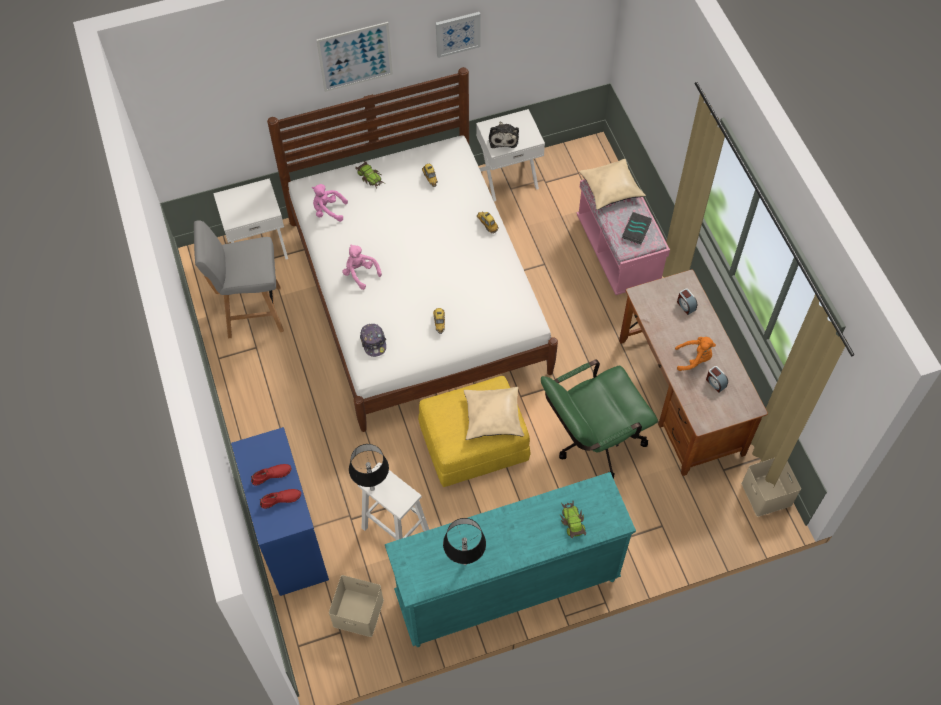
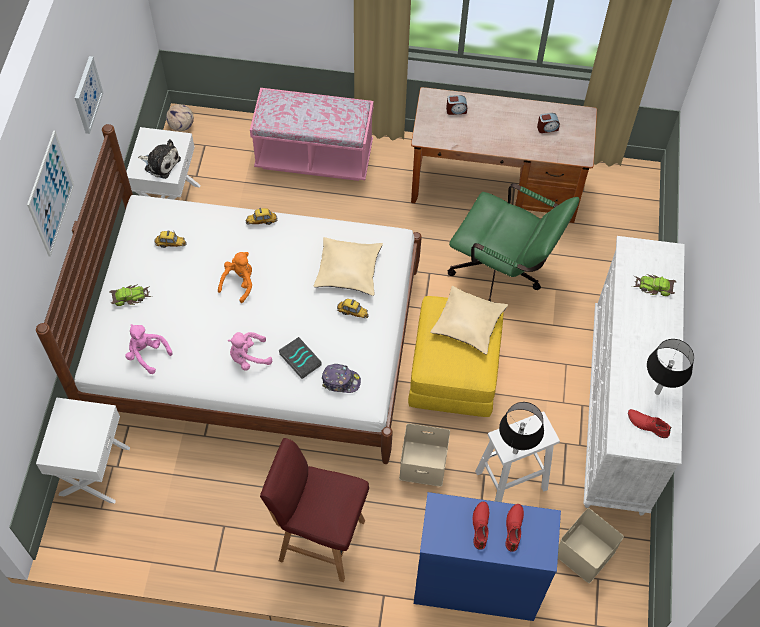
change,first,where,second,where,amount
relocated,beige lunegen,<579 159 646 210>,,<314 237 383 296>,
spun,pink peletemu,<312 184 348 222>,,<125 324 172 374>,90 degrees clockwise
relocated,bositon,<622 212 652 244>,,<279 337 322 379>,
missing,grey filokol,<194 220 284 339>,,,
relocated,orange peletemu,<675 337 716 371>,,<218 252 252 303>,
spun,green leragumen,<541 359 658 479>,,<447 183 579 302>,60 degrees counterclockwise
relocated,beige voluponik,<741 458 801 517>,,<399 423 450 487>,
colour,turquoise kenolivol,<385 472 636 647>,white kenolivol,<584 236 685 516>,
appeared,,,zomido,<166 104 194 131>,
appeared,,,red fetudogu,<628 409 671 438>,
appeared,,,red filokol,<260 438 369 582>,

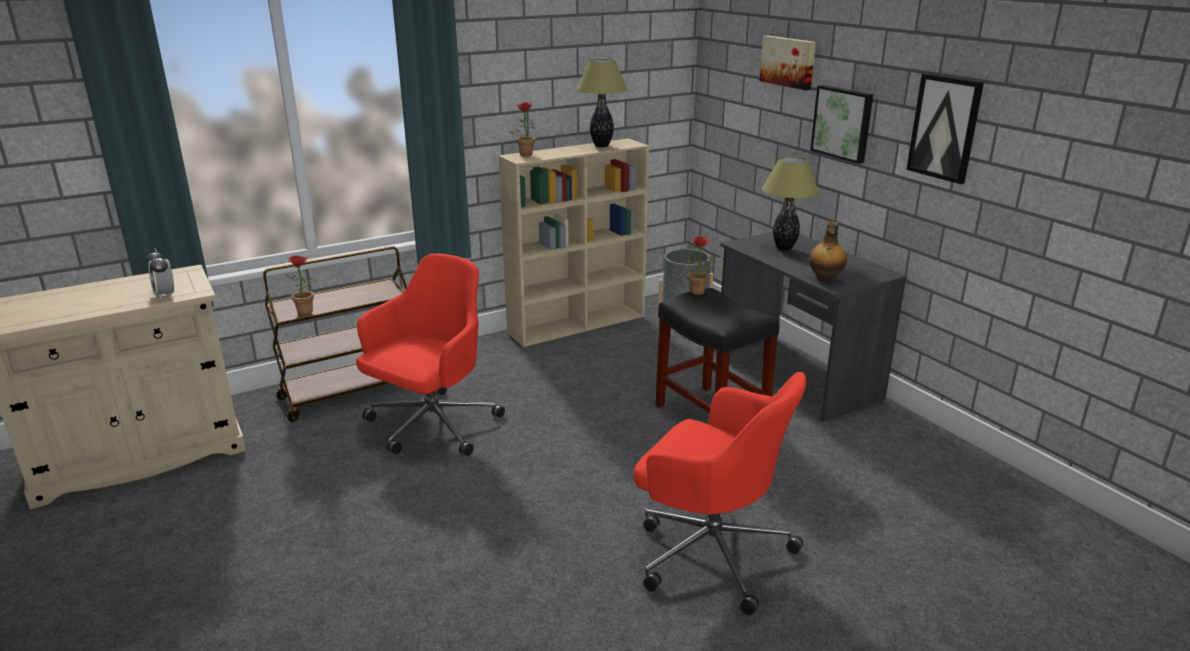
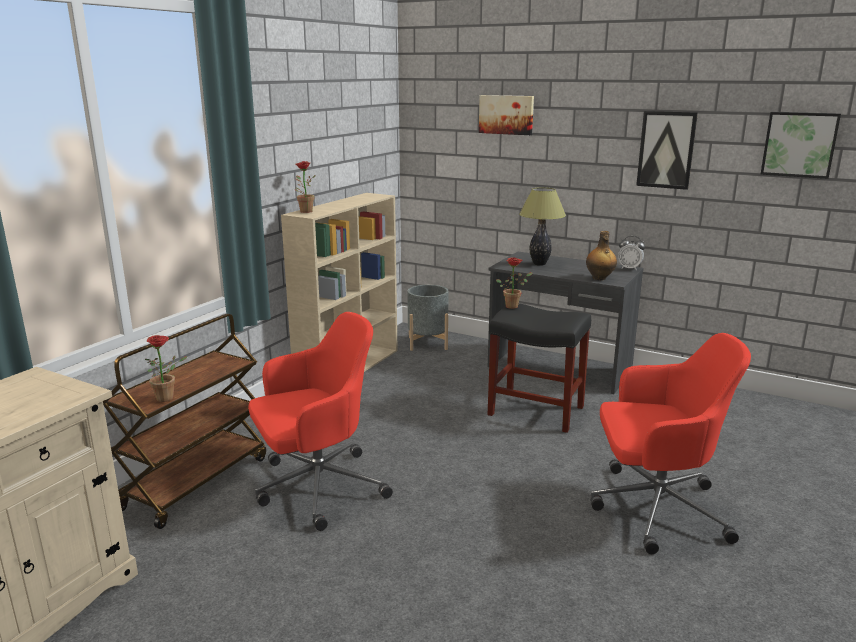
change,first,where,second,where,amount
missing,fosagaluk,<576 59 628 147>,,,
relocated,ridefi,<810 85 873 164>,,<761 112 841 179>,
relocated,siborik,<146 248 174 300>,,<618 236 645 270>,
spun,red leragumen,<356 254 505 456>,,<248 312 393 531>,60 degrees clockwise

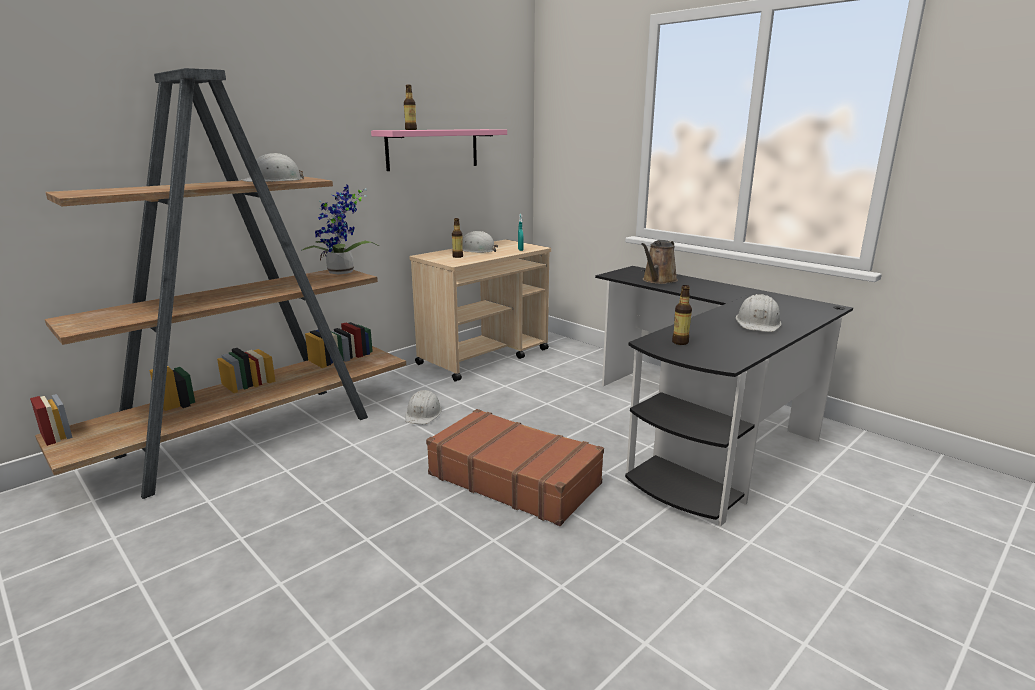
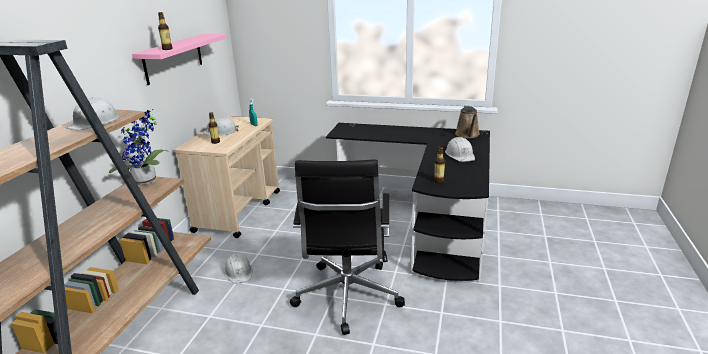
change,first,where,second,where,amount
relocated,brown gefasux,<641 240 678 284>,,<455 105 480 138>,
exchanged,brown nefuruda,<426 409 604 526>,black leragumen,<290 160 405 335>,

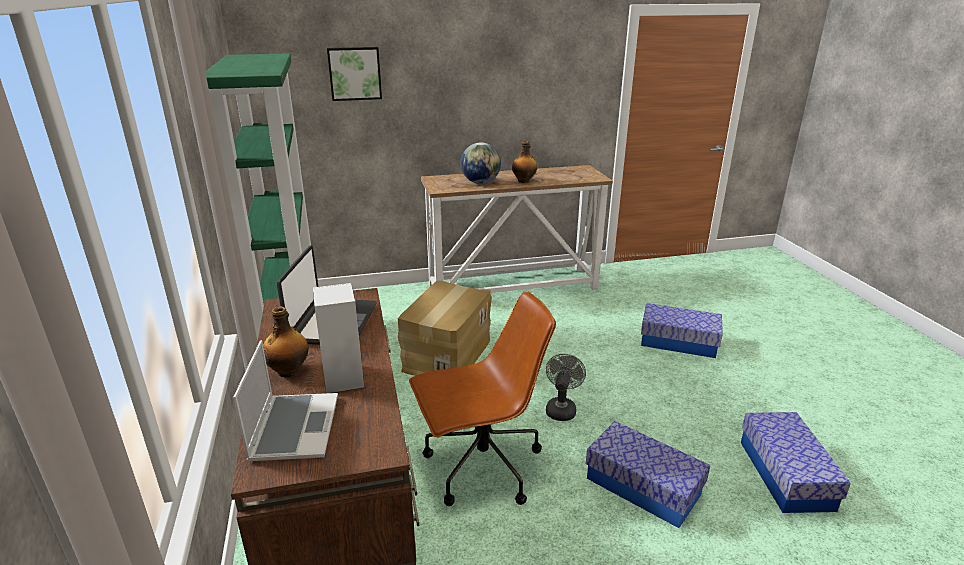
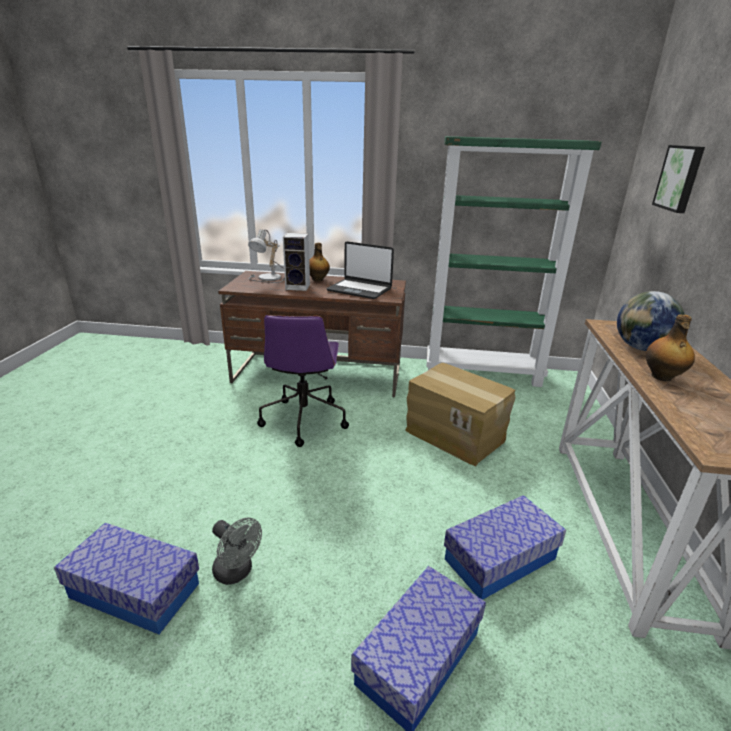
change,first,where,second,where,amount
colour,brown leragumen,<409 291 556 506>,purple leragumen,<257 315 349 447>,
exchanged,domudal,<233 340 338 461>,fosagaluk,<248 229 285 283>,
relocated,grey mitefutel,<546 354 586 421>,,<212 518 262 585>,
relocated,voluponik,<586 421 710 528>,,<444 495 566 600>,

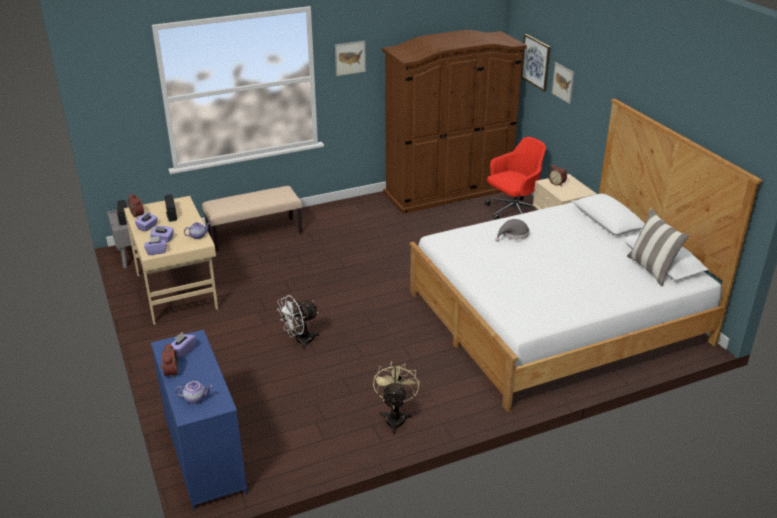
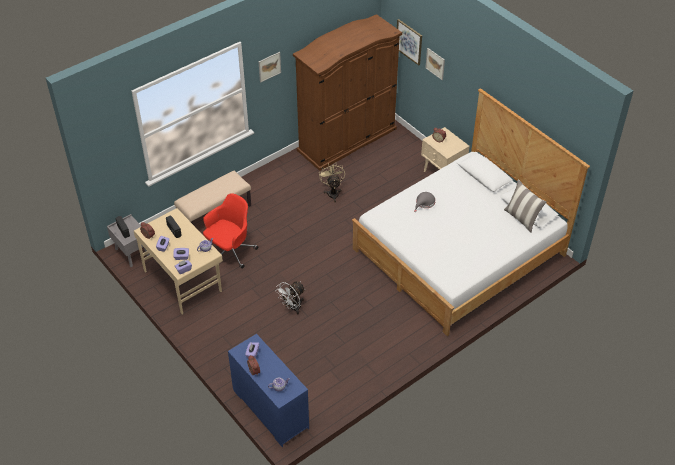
change,first,where,second,where,amount
relocated,red leragumen,<485 137 546 220>,,<203 193 258 269>,
relocated,beige mitefutel,<373 361 419 434>,,<319 163 345 202>,

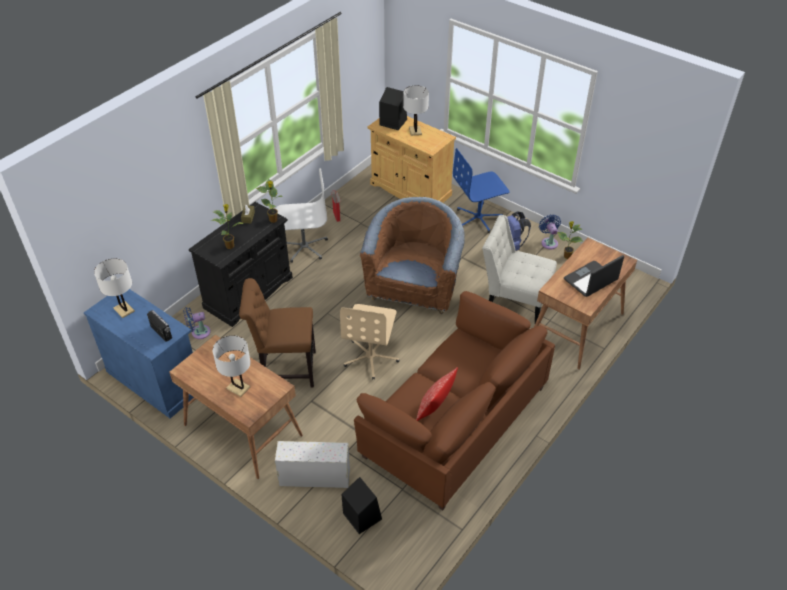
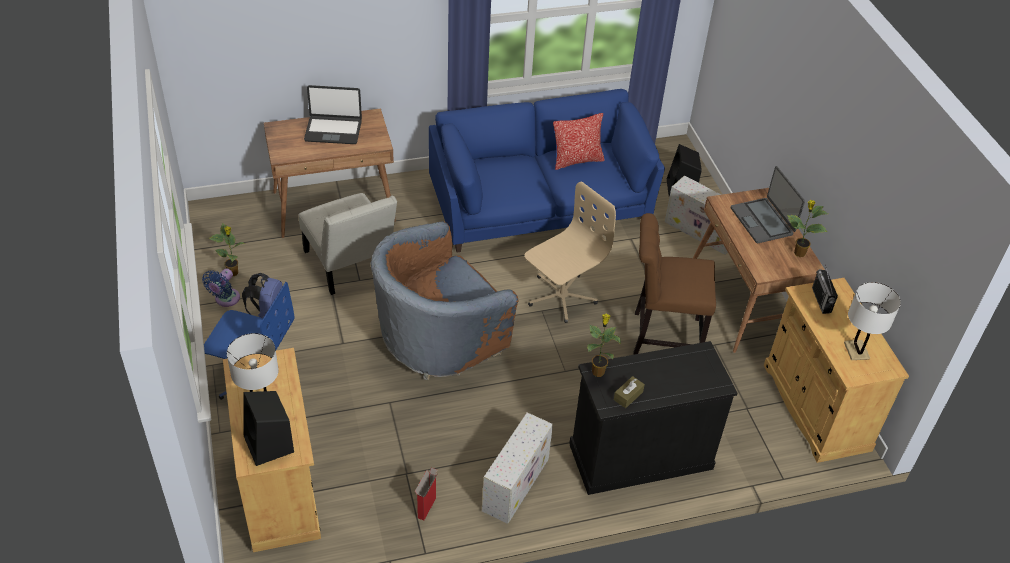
change,first,where,second,where,amount
exchanged,white leragumen,<276 168 328 263>,white voluponik,<482 412 553 524>,
relocated,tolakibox,<211 204 243 249>,,<787 200 828 257>,
spun,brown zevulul,<239 278 316 388>,,<633 213 716 355>,150 degrees clockwise
colour,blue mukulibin,<84 289 194 418>,beige mukulibin,<764 278 909 463>,
colour,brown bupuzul,<354 291 555 511>,blue bupuzul,<429 89 665 253>,
missing,blue mitefutel,<183 307 211 339>,,,
exchanged,white fosagaluk,<213 335 251 397>,domudal,<731 166 805 243>,

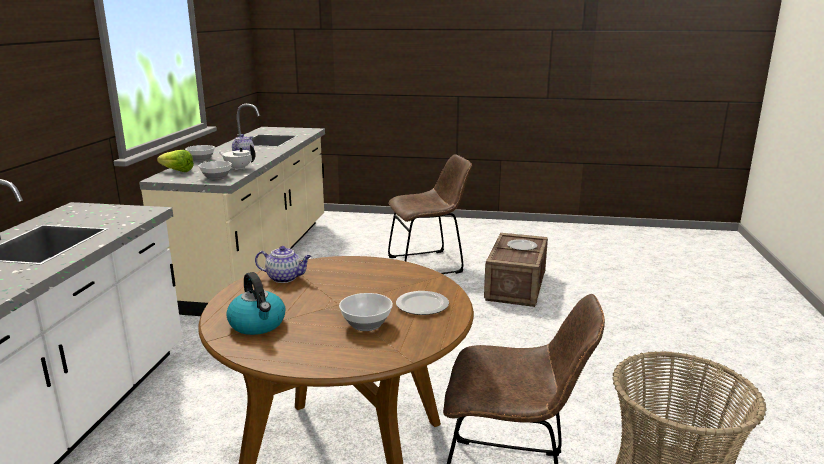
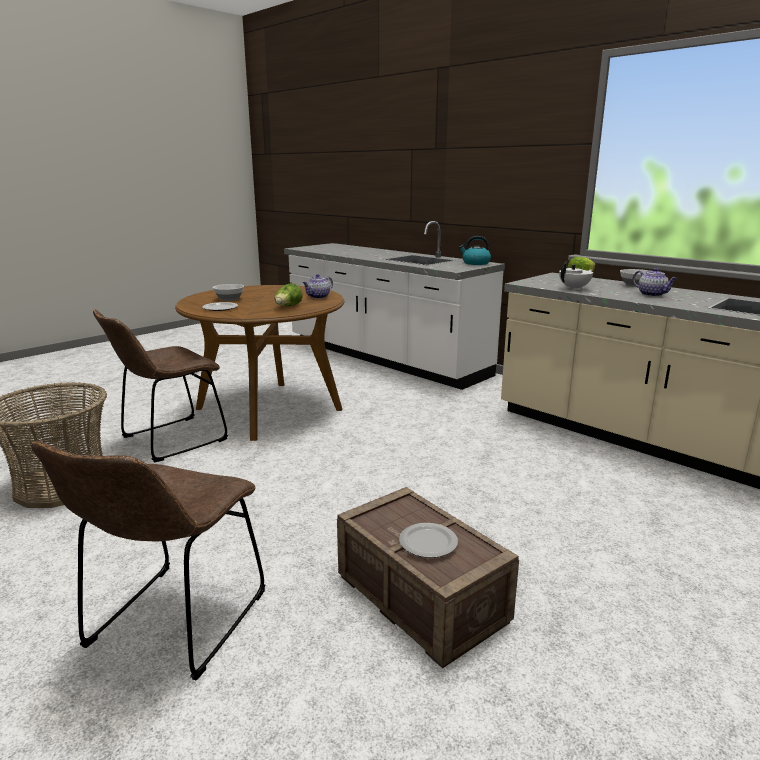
change,first,where,second,where,amount
relocated,brown zevulul,<388 154 472 274>,,<31 441 265 680>,
missing,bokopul,<199 161 232 180>,,,
relocated,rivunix,<226 272 285 335>,,<459 236 491 265>,
appeared,,,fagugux,<274 283 303 306>,

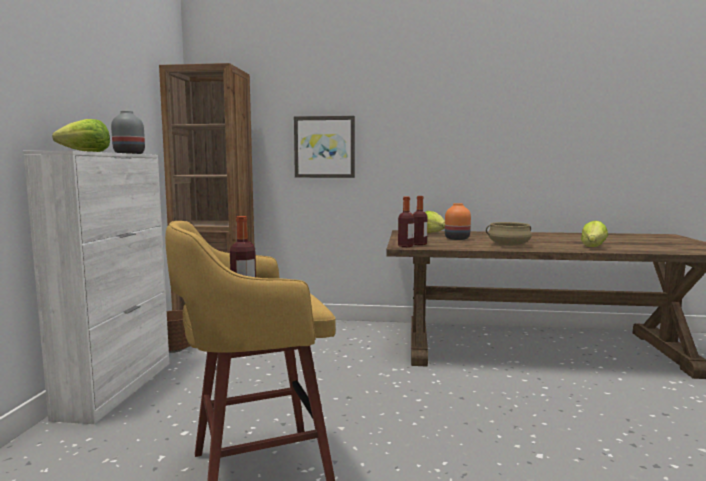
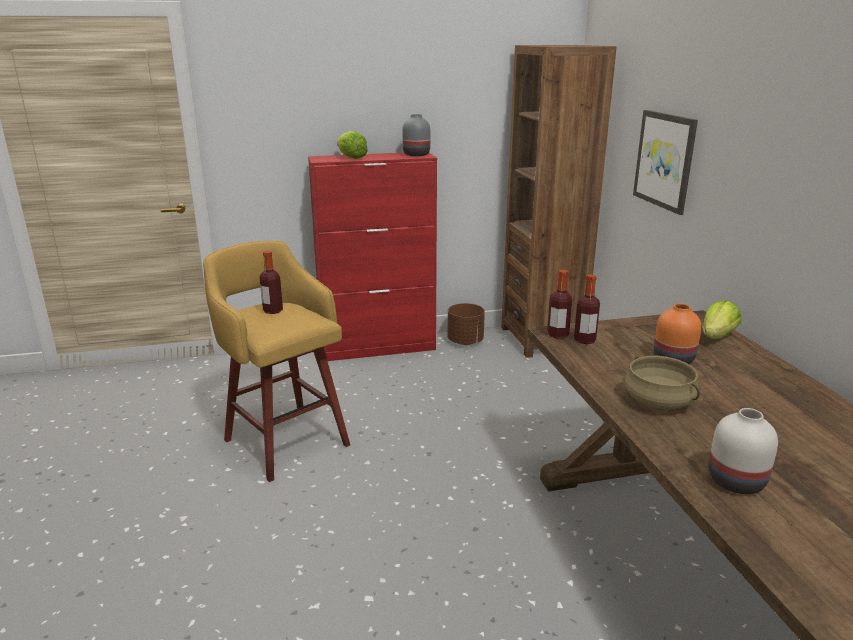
change,first,where,second,where,amount
colour,white mukulibin,<23 151 169 424>,red mukulibin,<308 153 437 361>,
exchanged,fagugux,<581 221 608 247>,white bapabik,<709 408 778 494>,

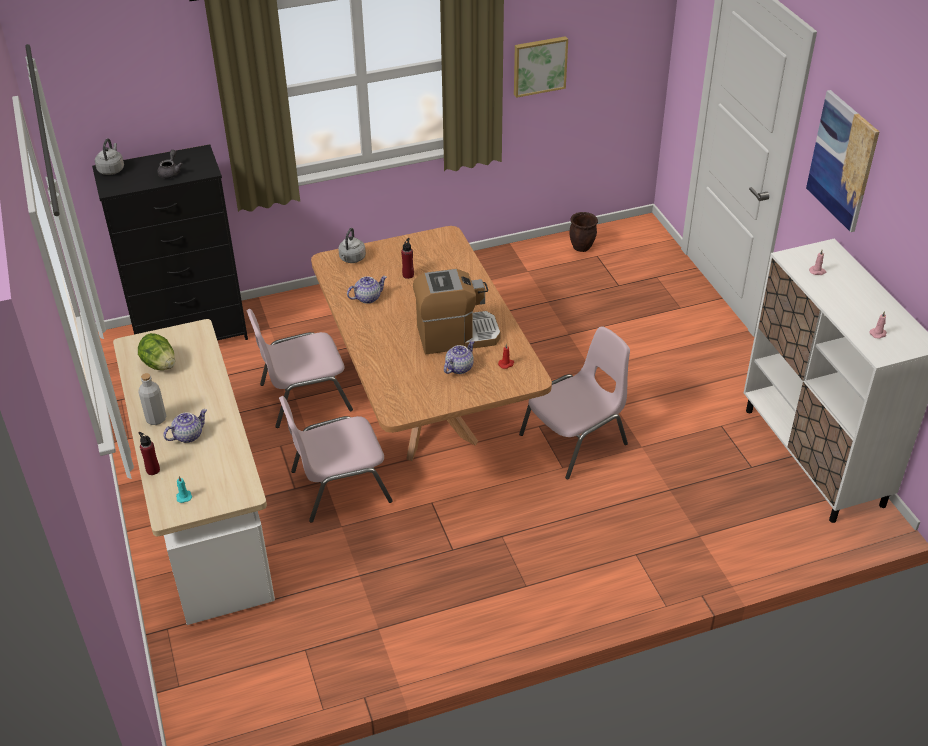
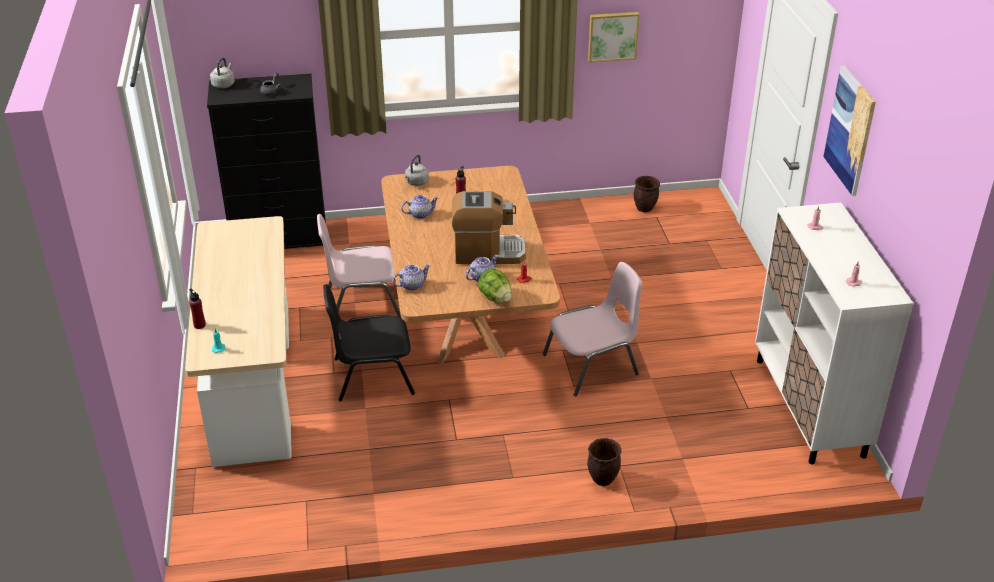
change,first,where,second,where,amount
relocated,fagugux,<138 333 175 370>,,<478 268 512 303>,
missing,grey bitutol,<138 373 166 425>,,,
colour,pink zevulul,<279 396 393 522>,black zevulul,<323 284 415 402>,
relocated,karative,<163 409 207 443>,,<392 264 431 291>,
appeared,,,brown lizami,<587 438 621 486>,

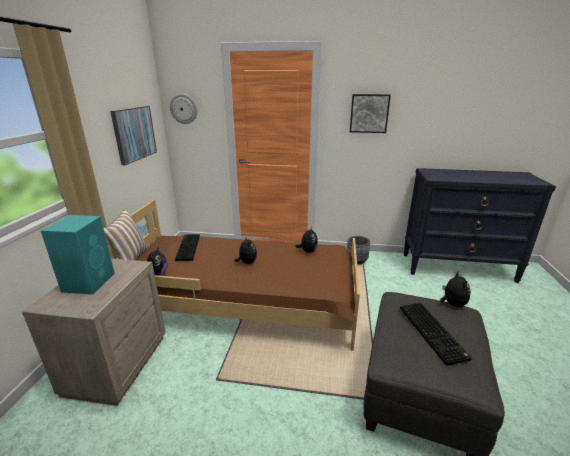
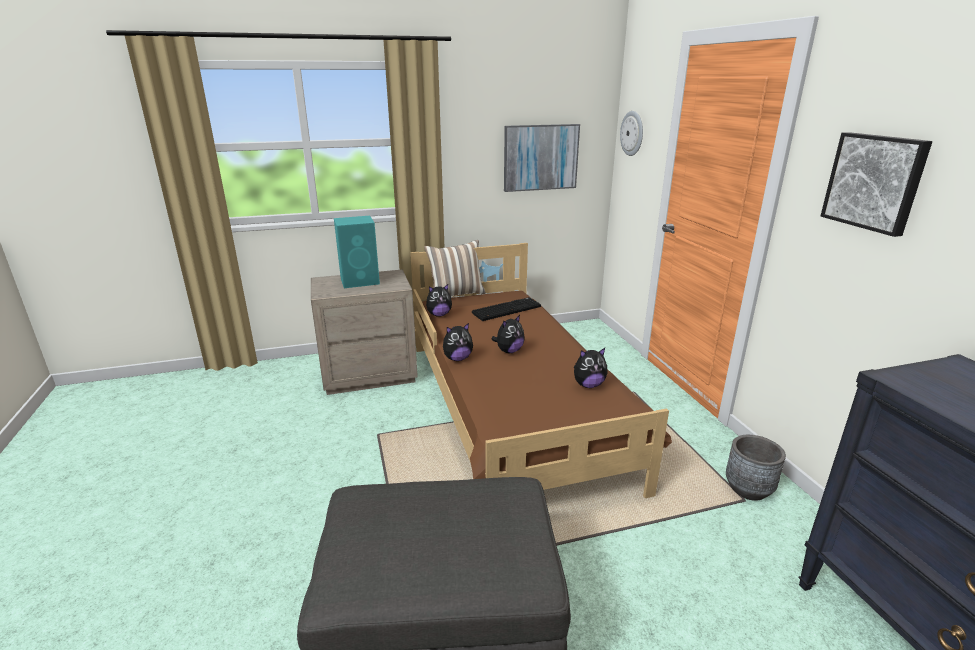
change,first,where,second,where,amount
relocated,peletemu,<440 272 471 307>,,<443 323 473 361>,
missing,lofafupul,<400 303 472 366>,,,

